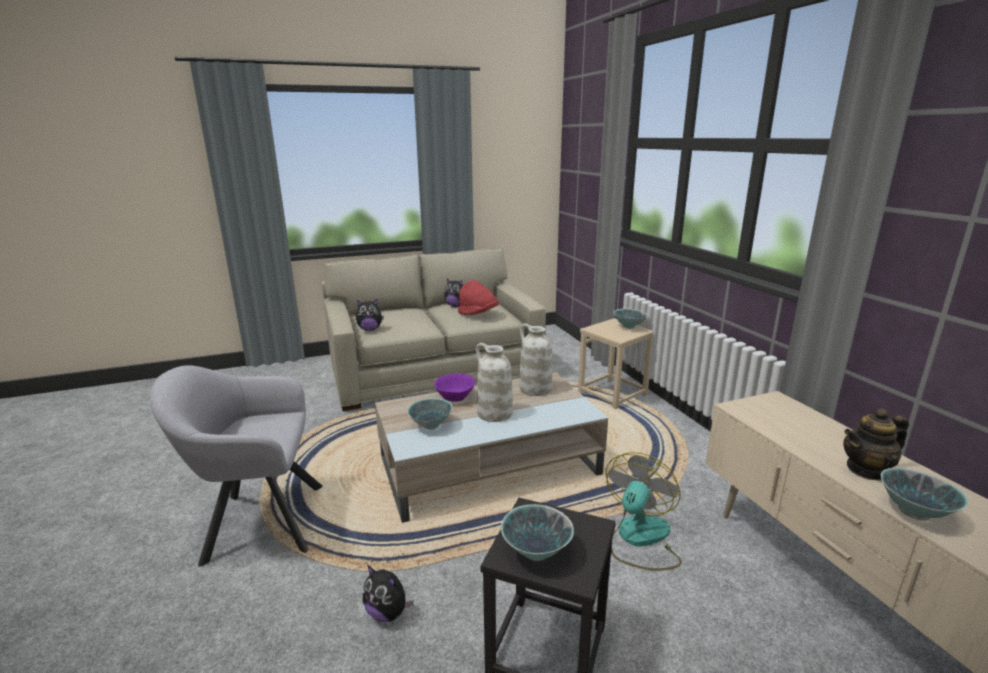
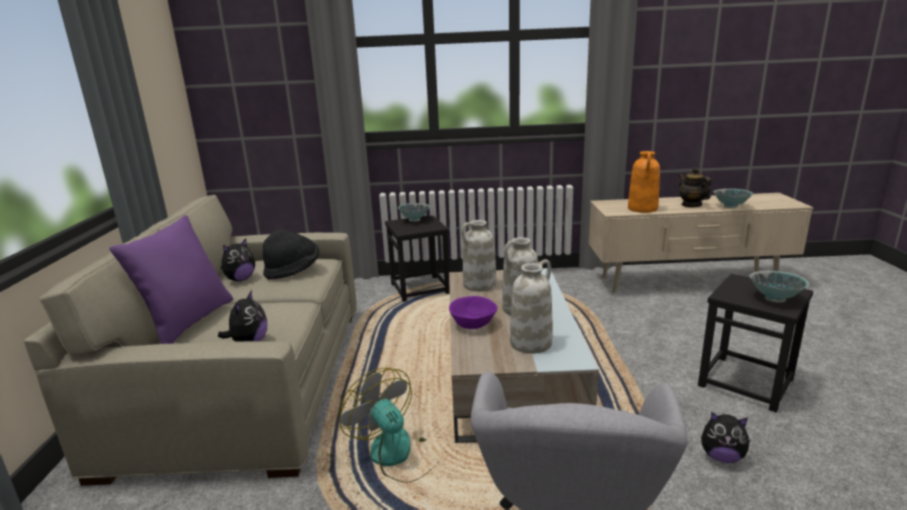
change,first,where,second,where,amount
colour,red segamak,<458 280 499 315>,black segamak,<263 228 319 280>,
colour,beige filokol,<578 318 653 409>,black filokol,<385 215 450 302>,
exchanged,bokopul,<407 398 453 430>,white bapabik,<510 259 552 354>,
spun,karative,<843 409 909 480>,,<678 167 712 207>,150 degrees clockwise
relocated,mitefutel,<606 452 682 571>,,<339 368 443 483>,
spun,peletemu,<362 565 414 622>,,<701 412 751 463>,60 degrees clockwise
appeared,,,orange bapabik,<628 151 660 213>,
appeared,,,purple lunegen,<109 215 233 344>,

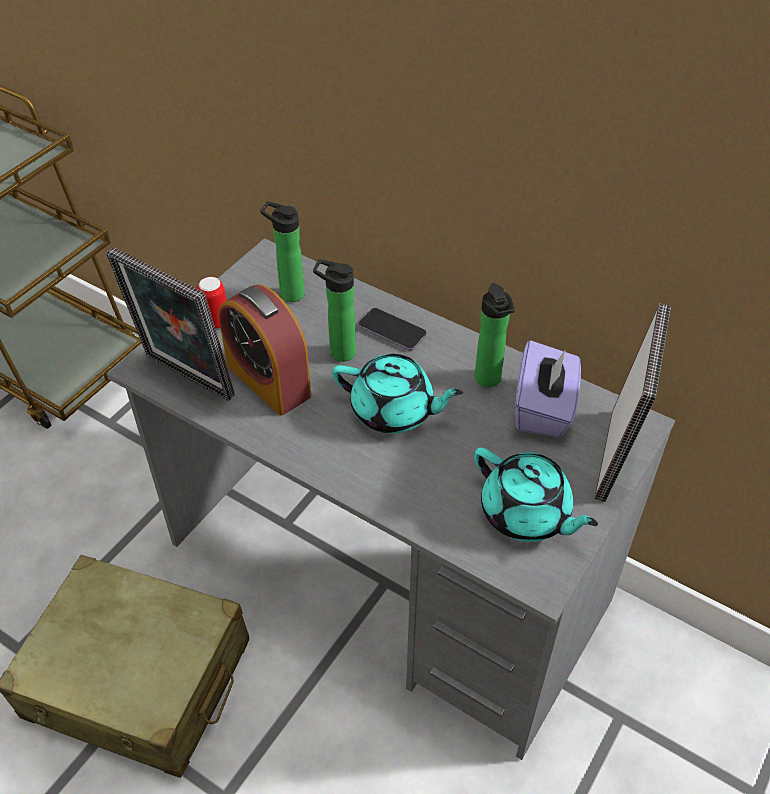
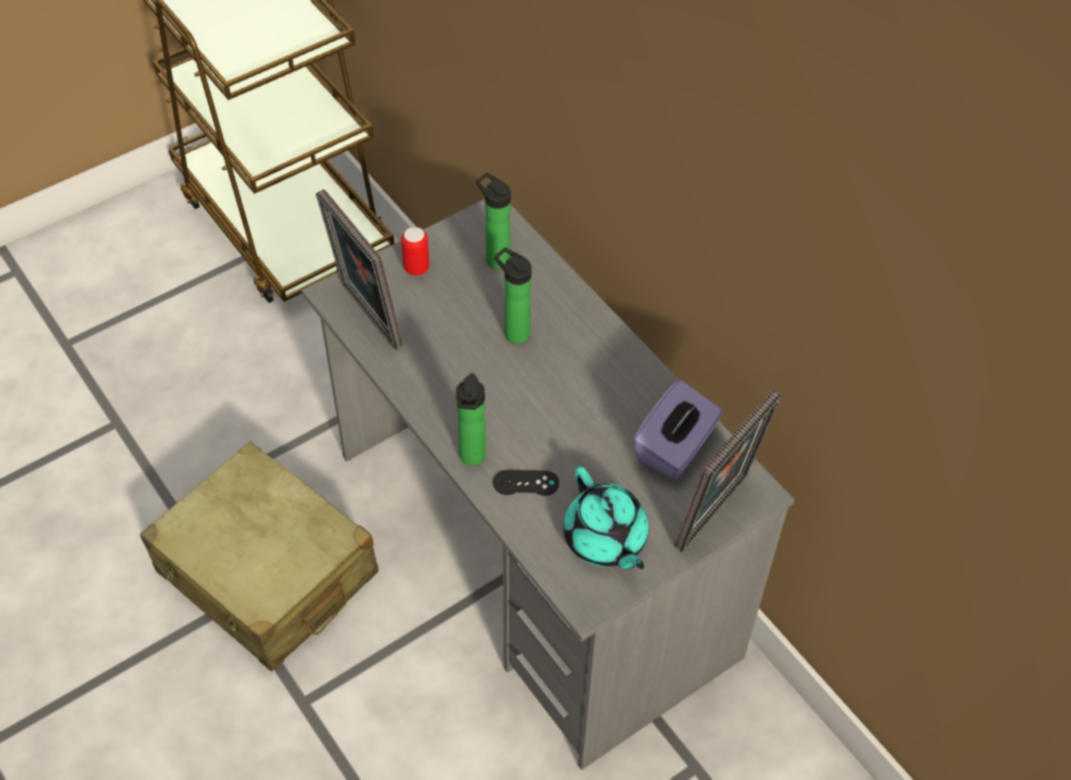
change,first,where,second,where,amount
relocated,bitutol,<475 283 515 387>,,<456 373 486 466>,
missing,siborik,<219 284 311 416>,,,
missing,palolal,<358 308 427 351>,,,
missing,turquoise karative,<332 354 463 433>,,,
appeared,,,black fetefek,<493 470 559 496>,

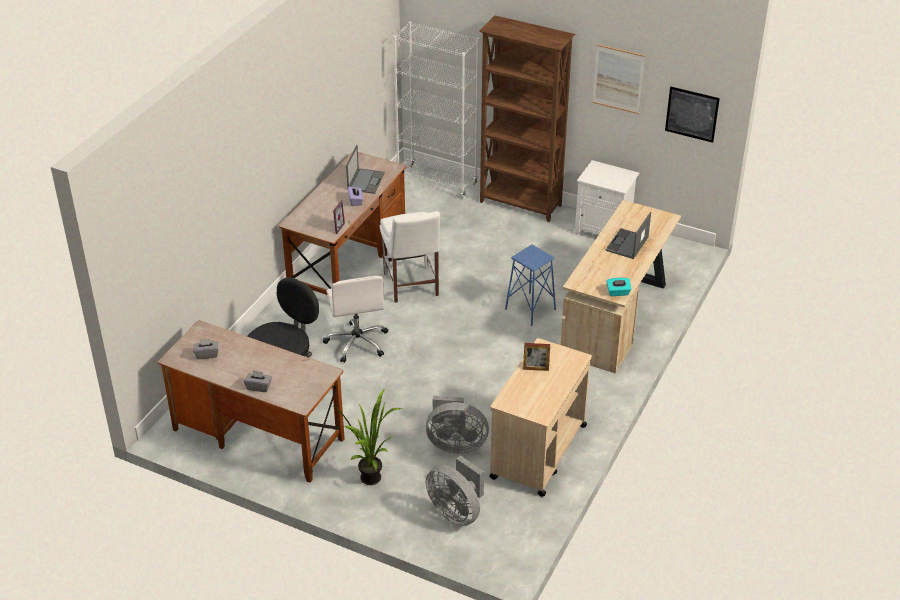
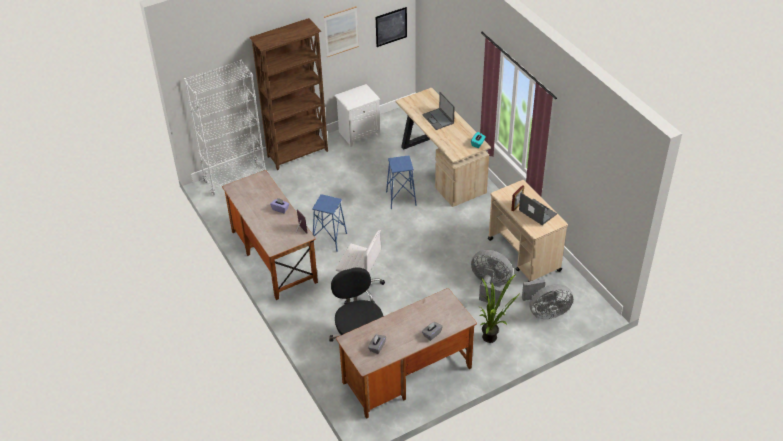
change,first,where,second,where,amount
relocated,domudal,<346 145 385 194>,,<519 193 557 225>,
exchanged,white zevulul,<380 211 440 303>,blue filokol,<312 194 347 252>,
spun,grey mitefutel,<426 395 489 454>,,<471 250 513 306>,105 degrees counterclockwise

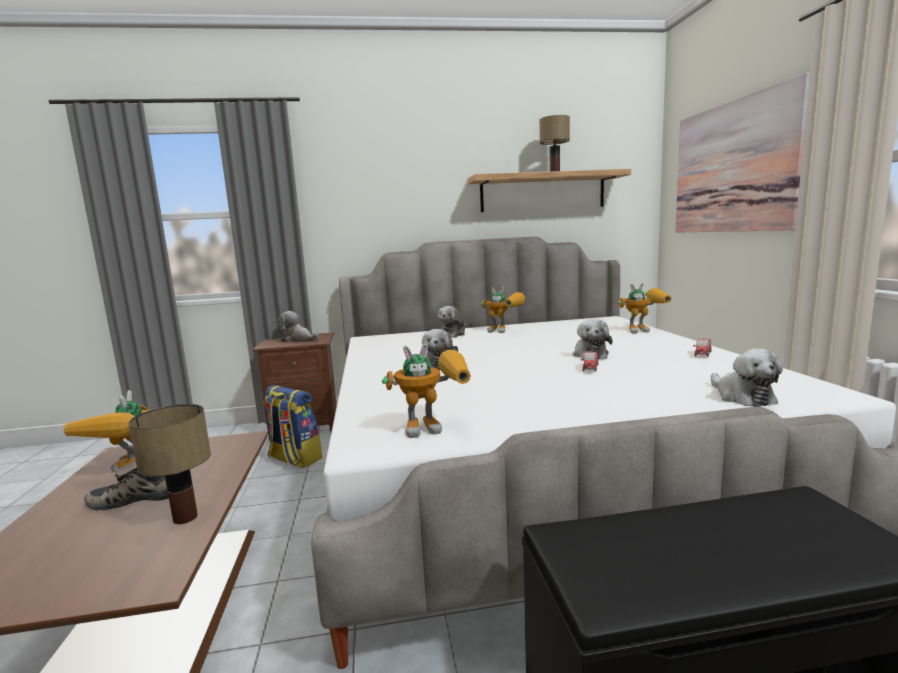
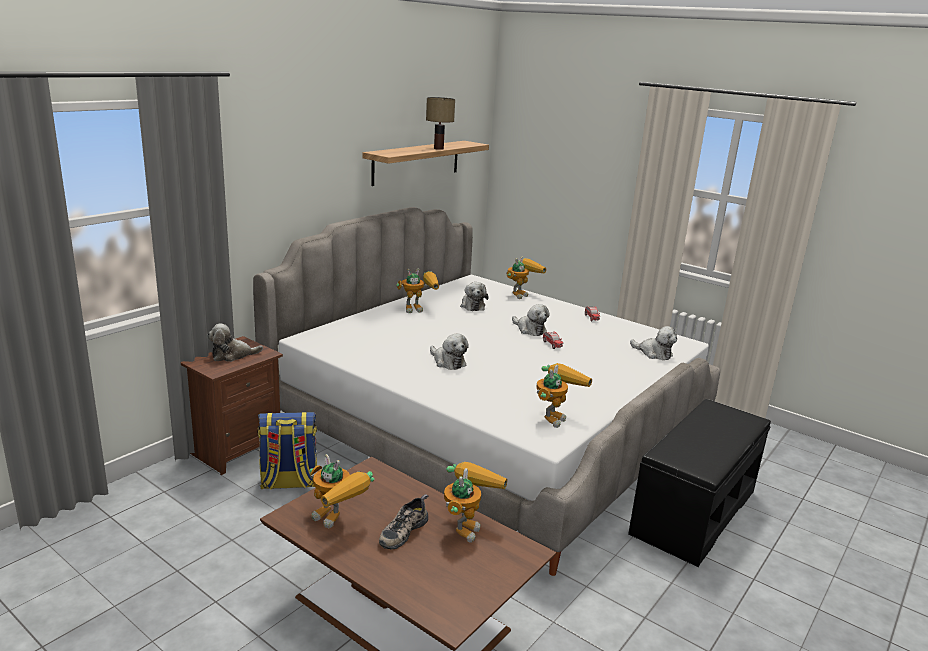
change,first,where,second,where,amount
missing,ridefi,<675 72 810 233>,,,
relocated,peletemu,<438 306 466 338>,,<460 282 488 311>,
exchanged,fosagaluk,<128 404 211 524>,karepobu,<444 462 508 543>,

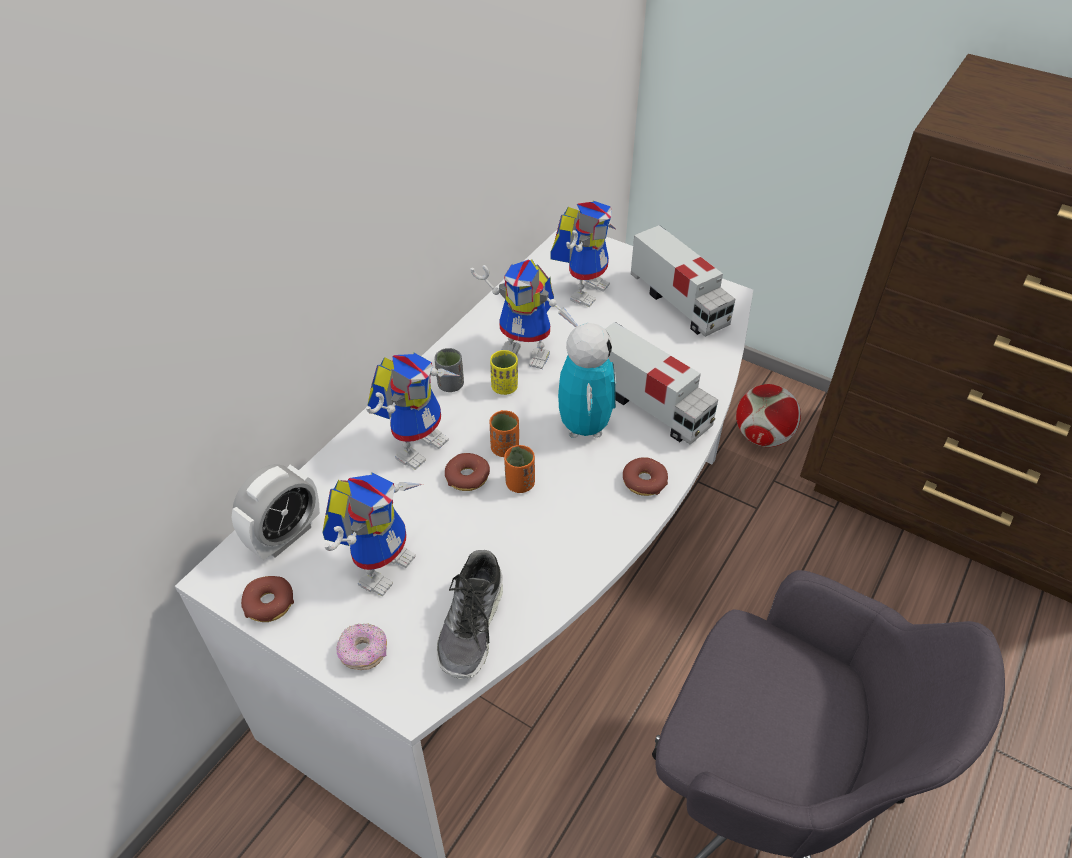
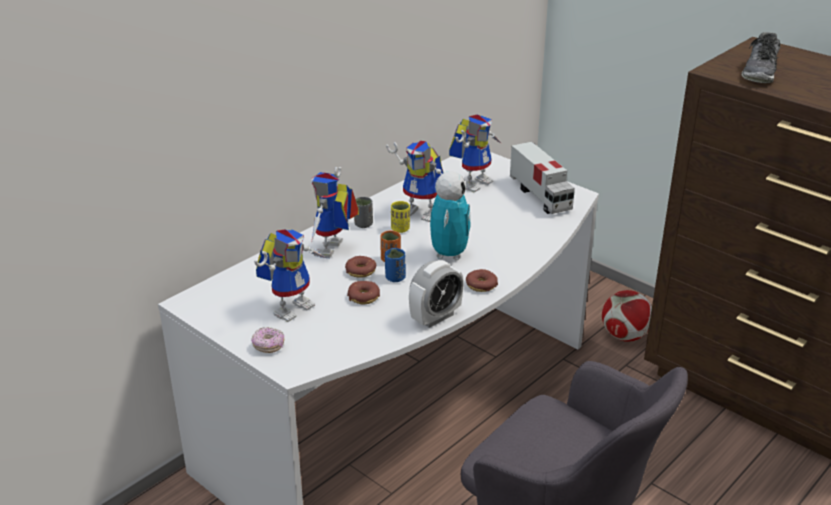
change,first,where,second,where,amount
missing,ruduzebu,<605 322 718 445>,,,
spun,karepobu,<366 352 460 470>,,<311 167 359 258>,150 degrees clockwise
colour,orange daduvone,<504 445 535 493>,blue daduvone,<385 248 406 282>,
relocated,siborik,<231 464 320 560>,,<409 260 464 328>,
relocated,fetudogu,<437 550 503 679>,,<741 32 780 83>,
relocated,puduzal,<241 576 294 622>,,<347 281 380 304>,

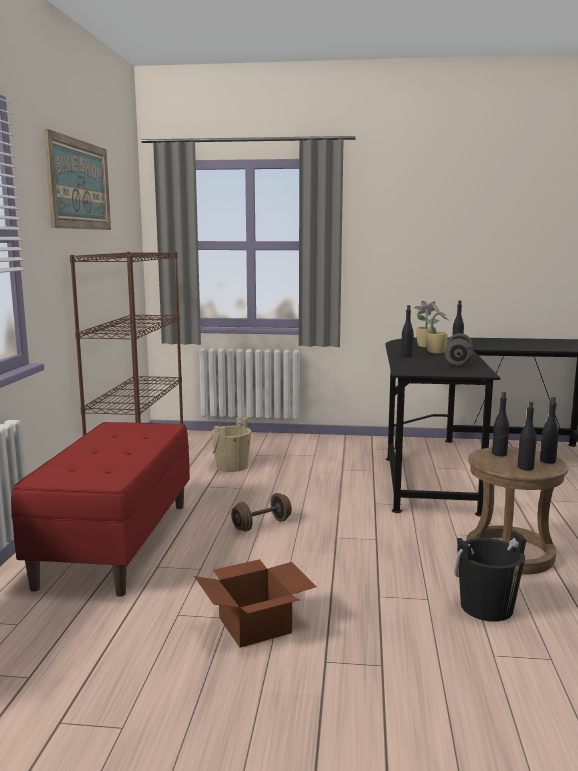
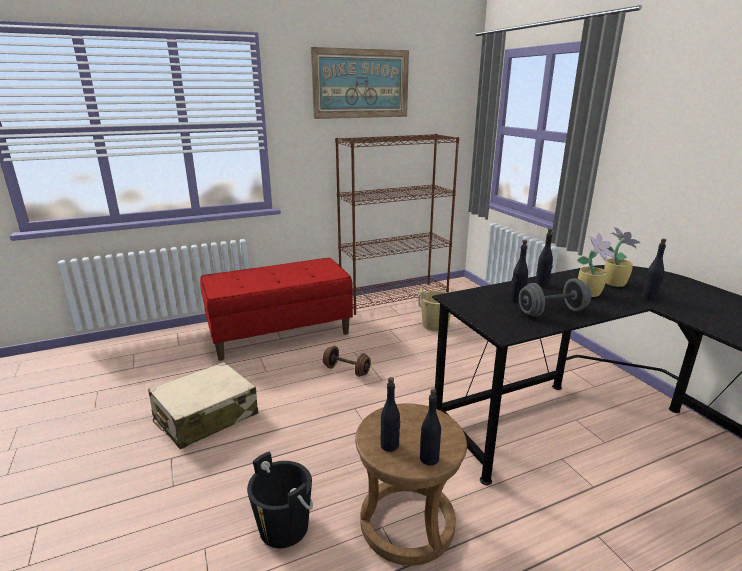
change,first,where,second,where,amount
relocated,black bitutol,<492 392 509 456>,,<510 240 528 302>,
exchanged,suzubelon,<194 559 317 648>,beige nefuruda,<148 362 258 449>,

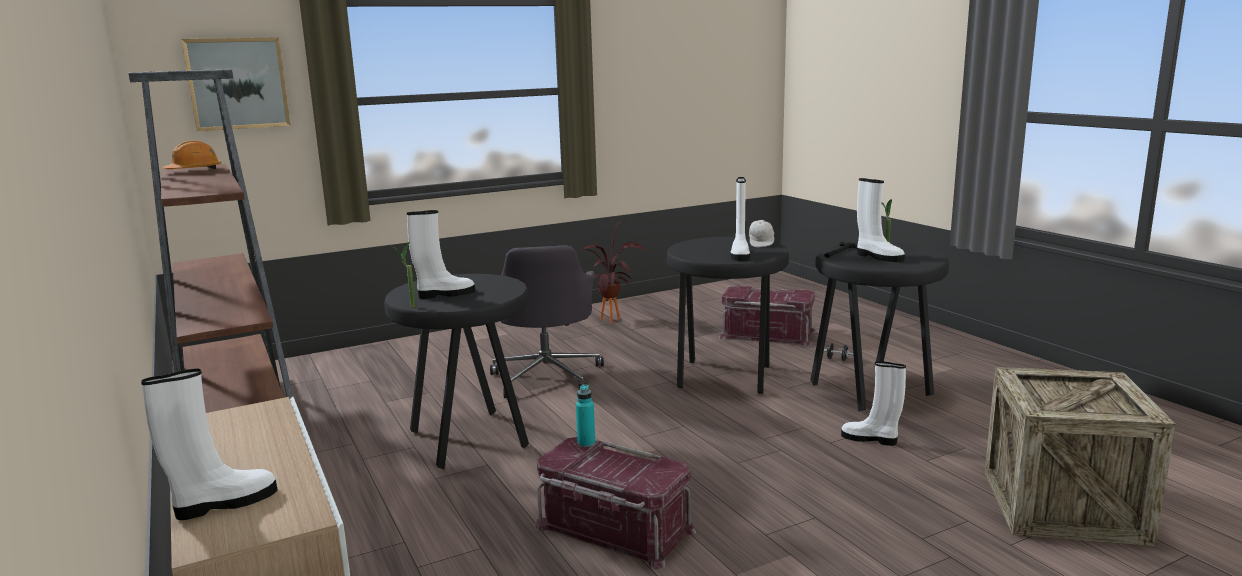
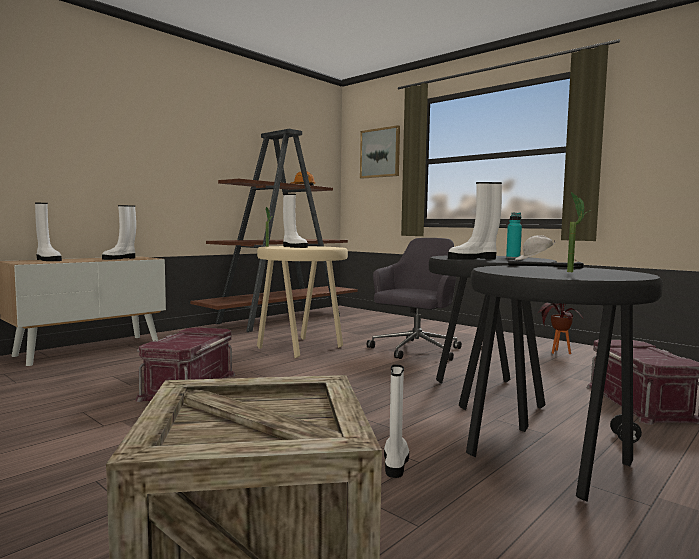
change,first,where,second,where,amount
relocated,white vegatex,<857 178 905 262>,,<102 205 136 260>,
spun,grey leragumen,<490 245 604 398>,,<366 238 462 361>,150 degrees clockwise
colour,black filokol,<384 274 529 469>,beige filokol,<257 246 348 358>,
relocated,turquoise bitutol,<576 385 595 448>,,<506 212 522 259>,

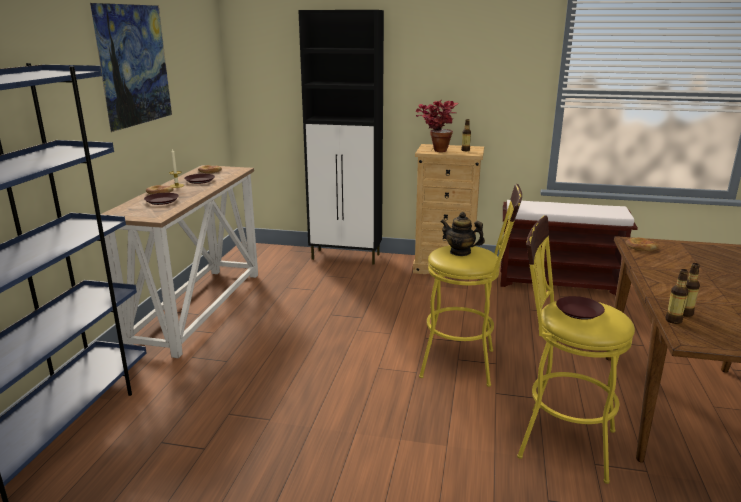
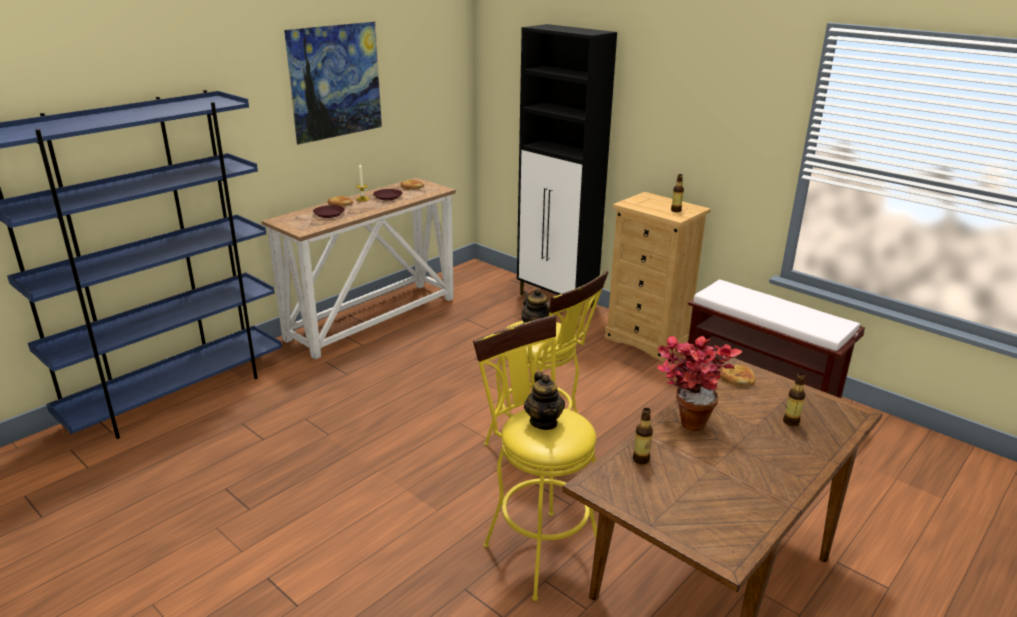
change,first,where,second,where,amount
relocated,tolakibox,<416 100 458 152>,,<657 336 742 431>,
relocated,bitutol,<665 269 689 324>,,<783 373 805 426>,
exchanged,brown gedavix,<556 296 605 320>,karative,<524 372 565 430>,

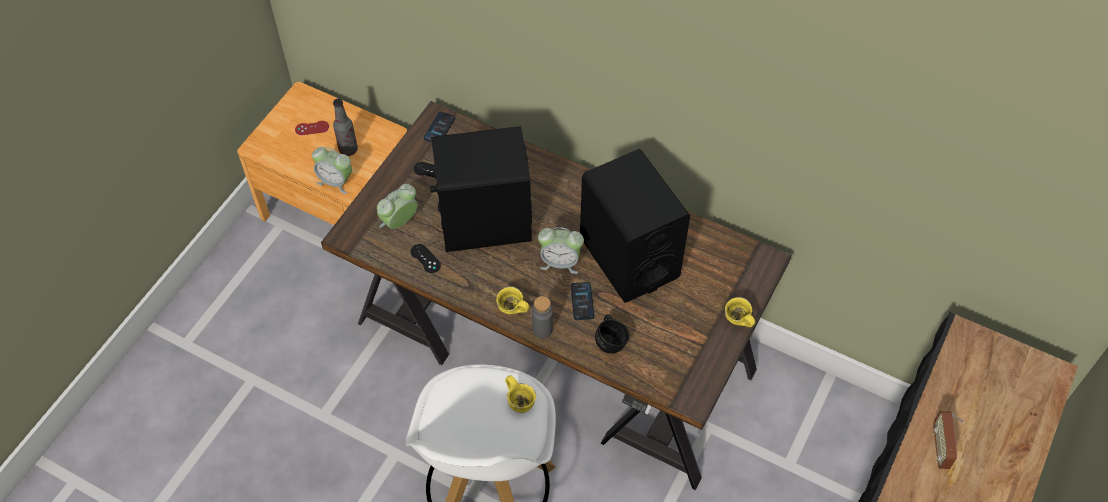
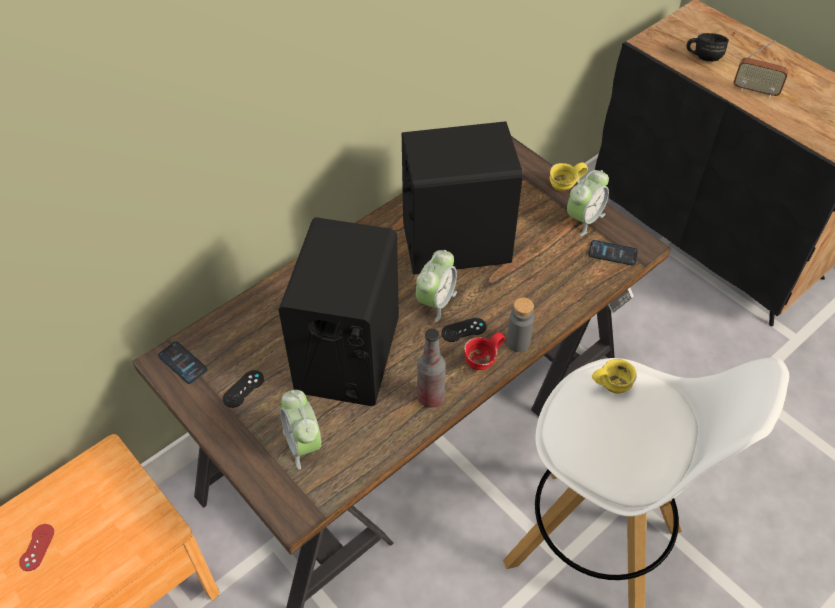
change,first,where,second,where,amount
relocated,bitutol,<333 99 358 156>,,<417 329 446 408>,
relocated,siborik,<312 147 352 194>,,<567 170 609 236>,
relocated,black fetefek,<411 244 441 273>,,<441 318 486 342>,
relocated,palolal,<571 282 594 320>,,<588 240 638 266>,
colour,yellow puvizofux,<496 286 530 314>,red puvizofux,<464 332 505 370>,
relocated,black puvizofux,<595 314 629 353>,,<686 33 729 62>,

